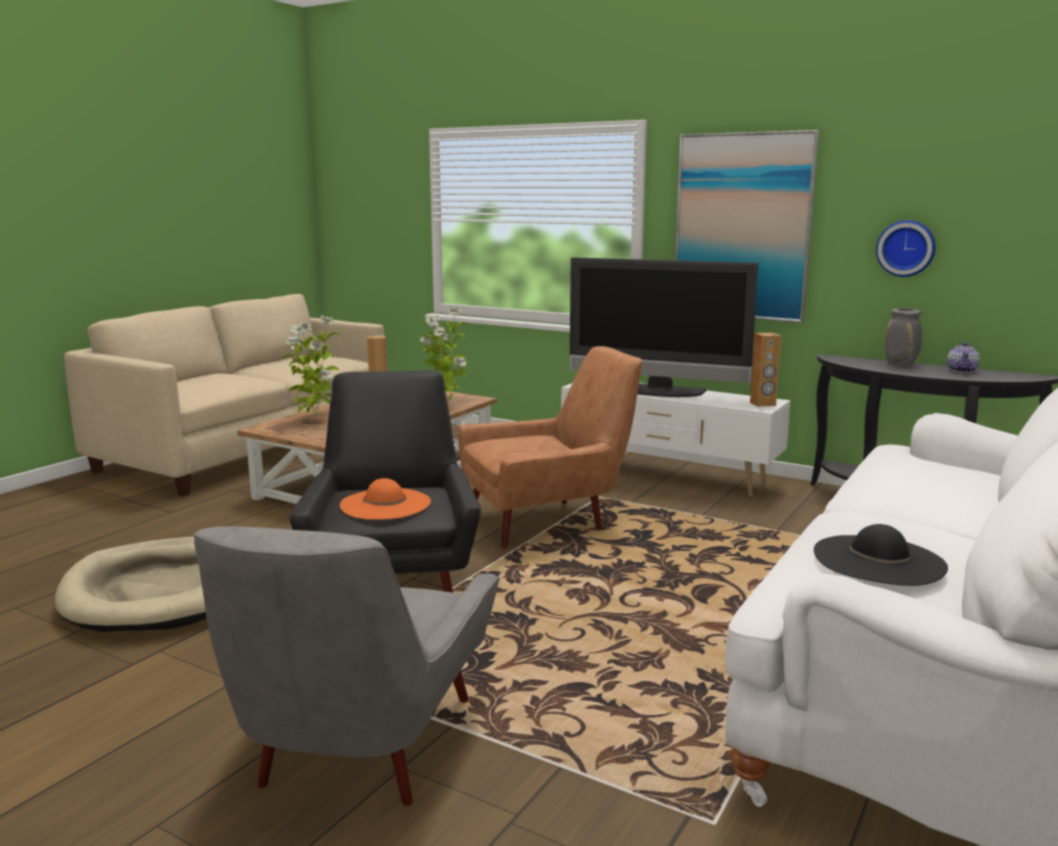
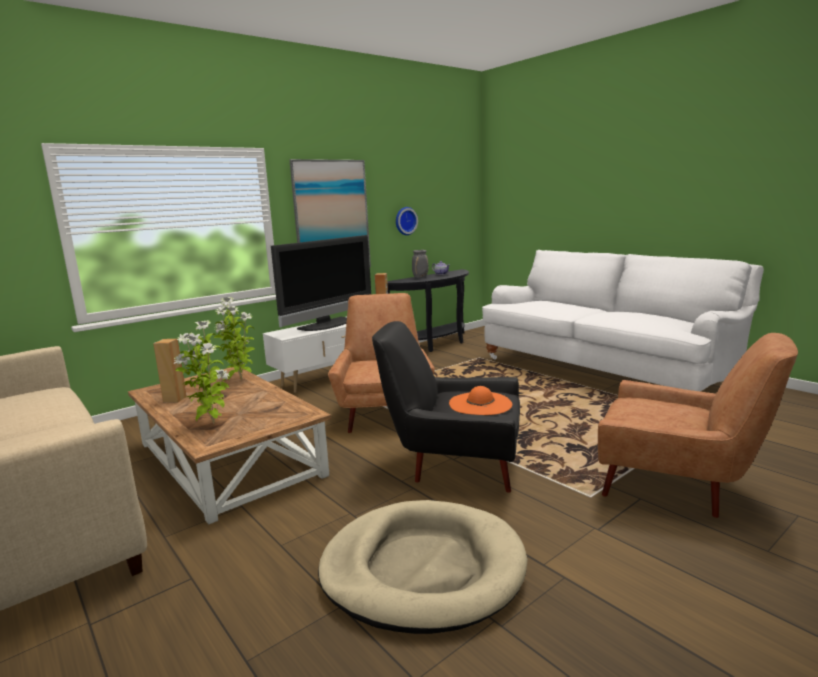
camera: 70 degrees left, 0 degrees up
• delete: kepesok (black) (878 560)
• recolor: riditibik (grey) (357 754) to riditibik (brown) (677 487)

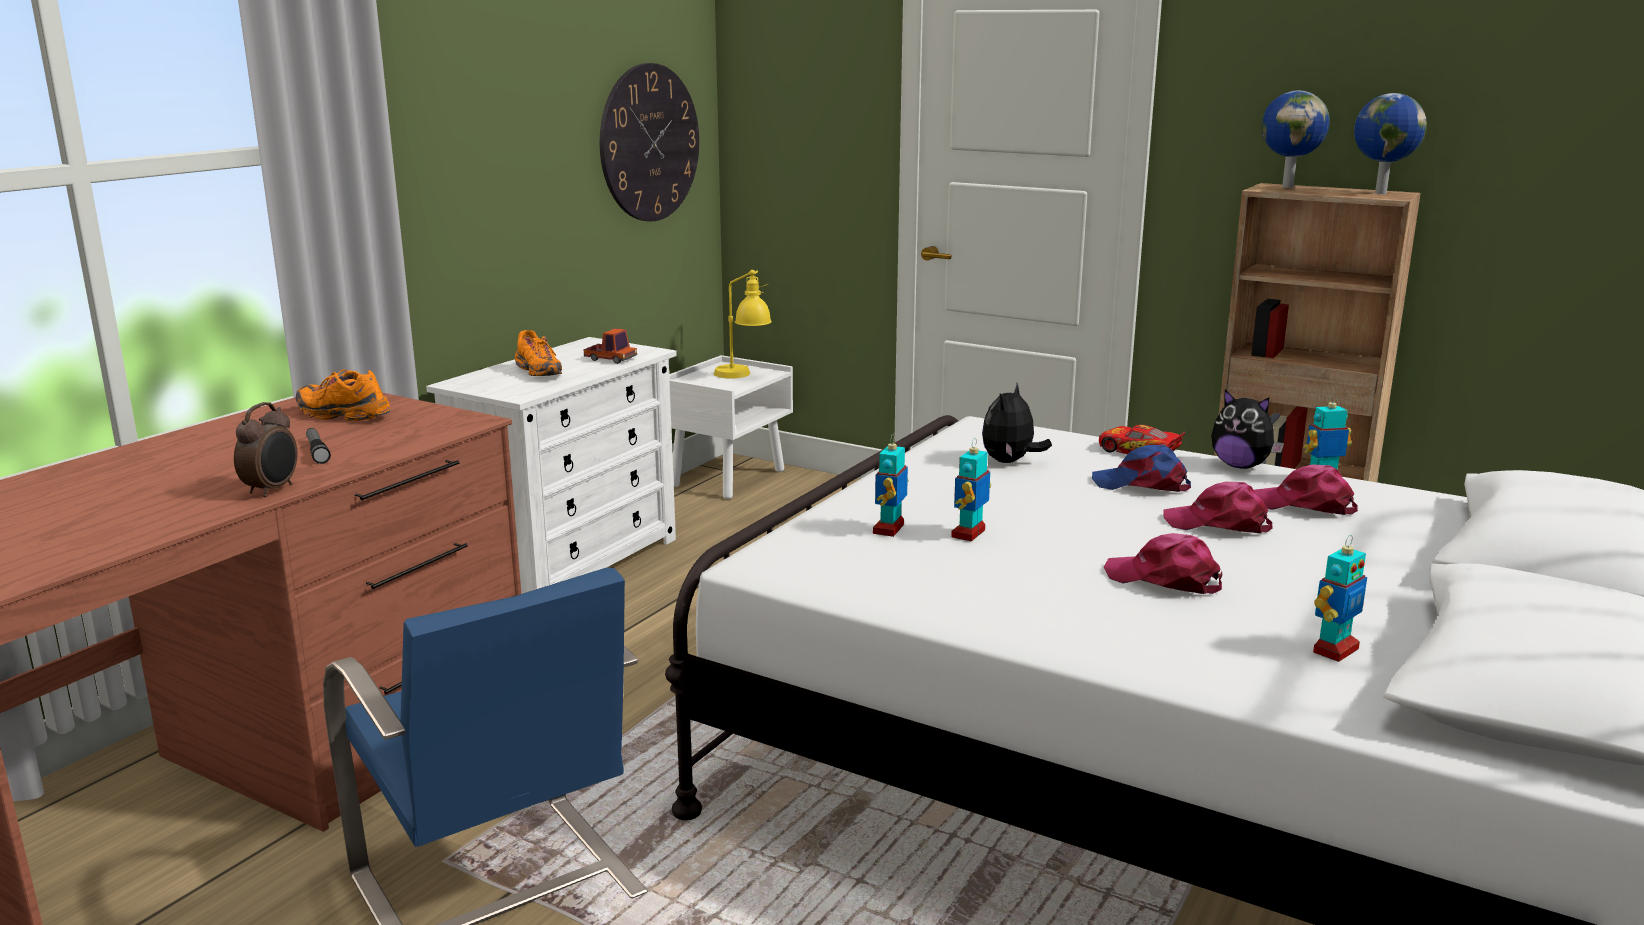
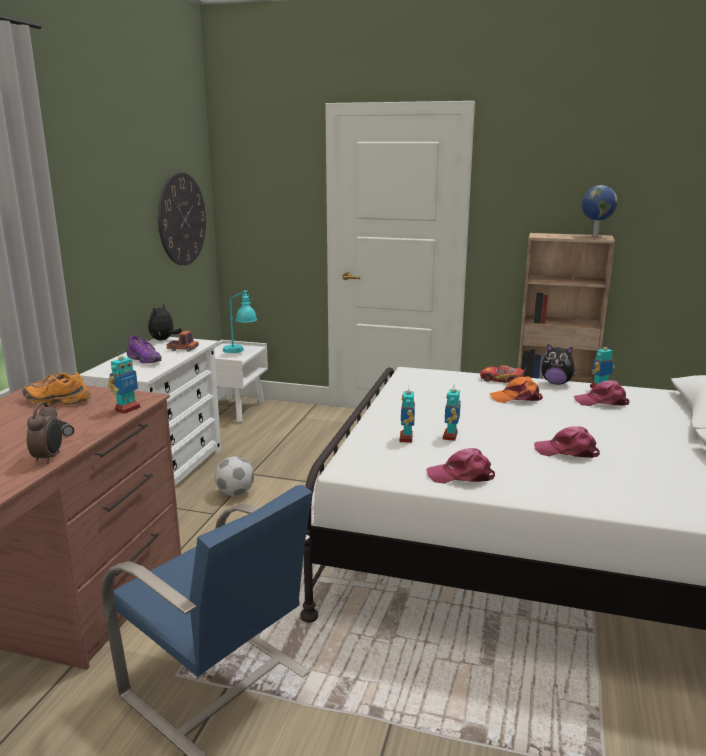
camera: 15 degrees left, 0 degrees up
• delete: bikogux (1287 187)
• recolor: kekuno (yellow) (743 376) to kekuno (turquoise) (241 351)
• recolor: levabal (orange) (539 372) to levabal (purple) (144 360)
• move: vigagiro (1010 462) to (163 340)
• recolor: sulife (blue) (1142 484) to sulife (orange) (516 398)
• move: sulife (pink) (1218 524) to (461 475)
• move: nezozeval (1334 650) to (127 409)
• insert: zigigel (235 493)

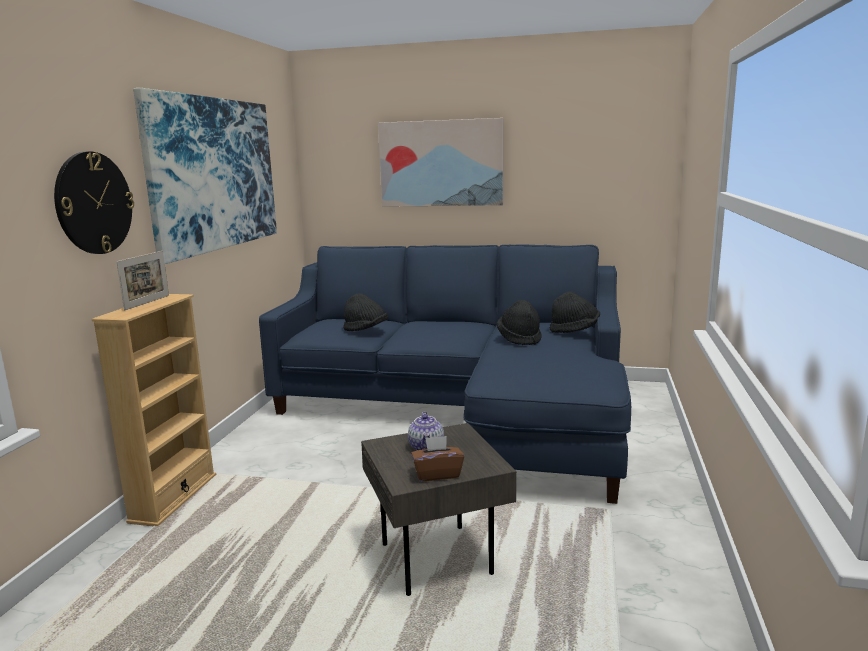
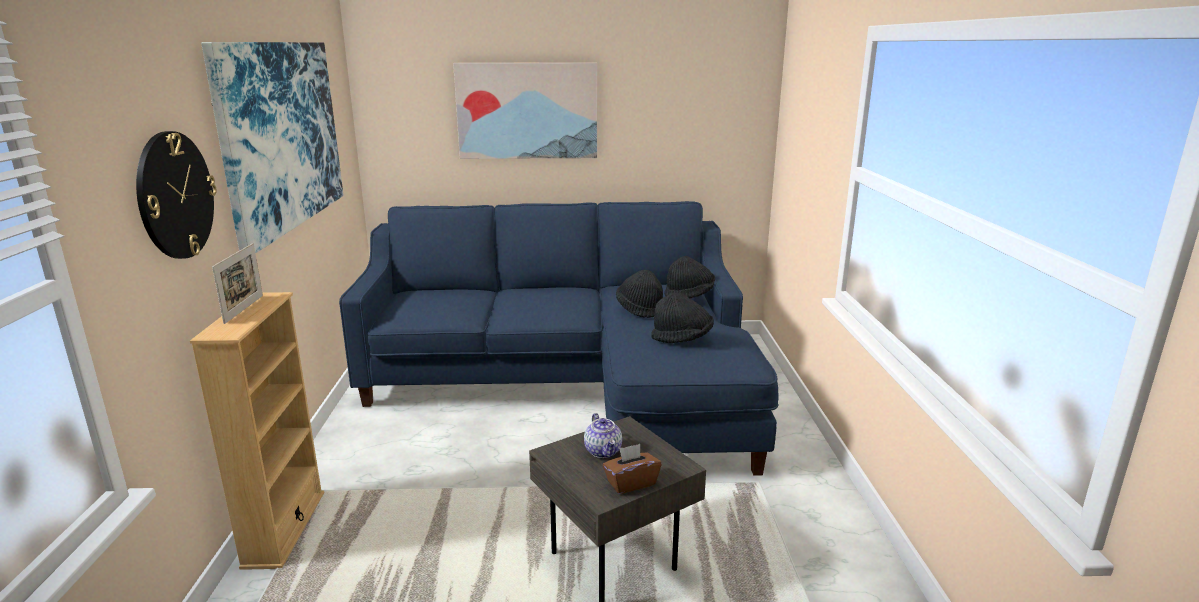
camera: 15 degrees left, 5 degrees up
• move: kepesok (black) (366 330) to (682 339)

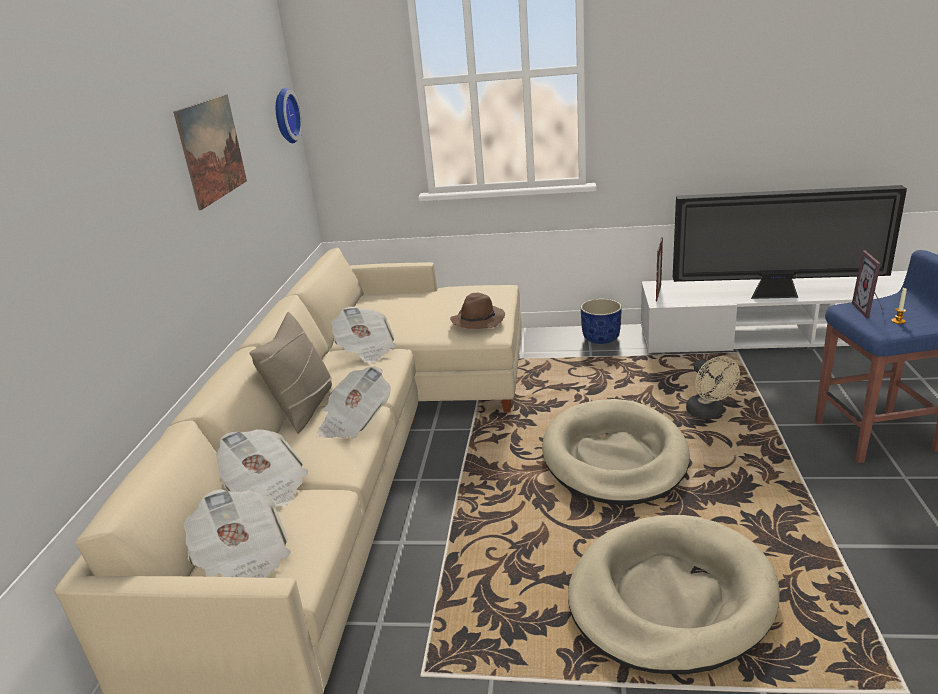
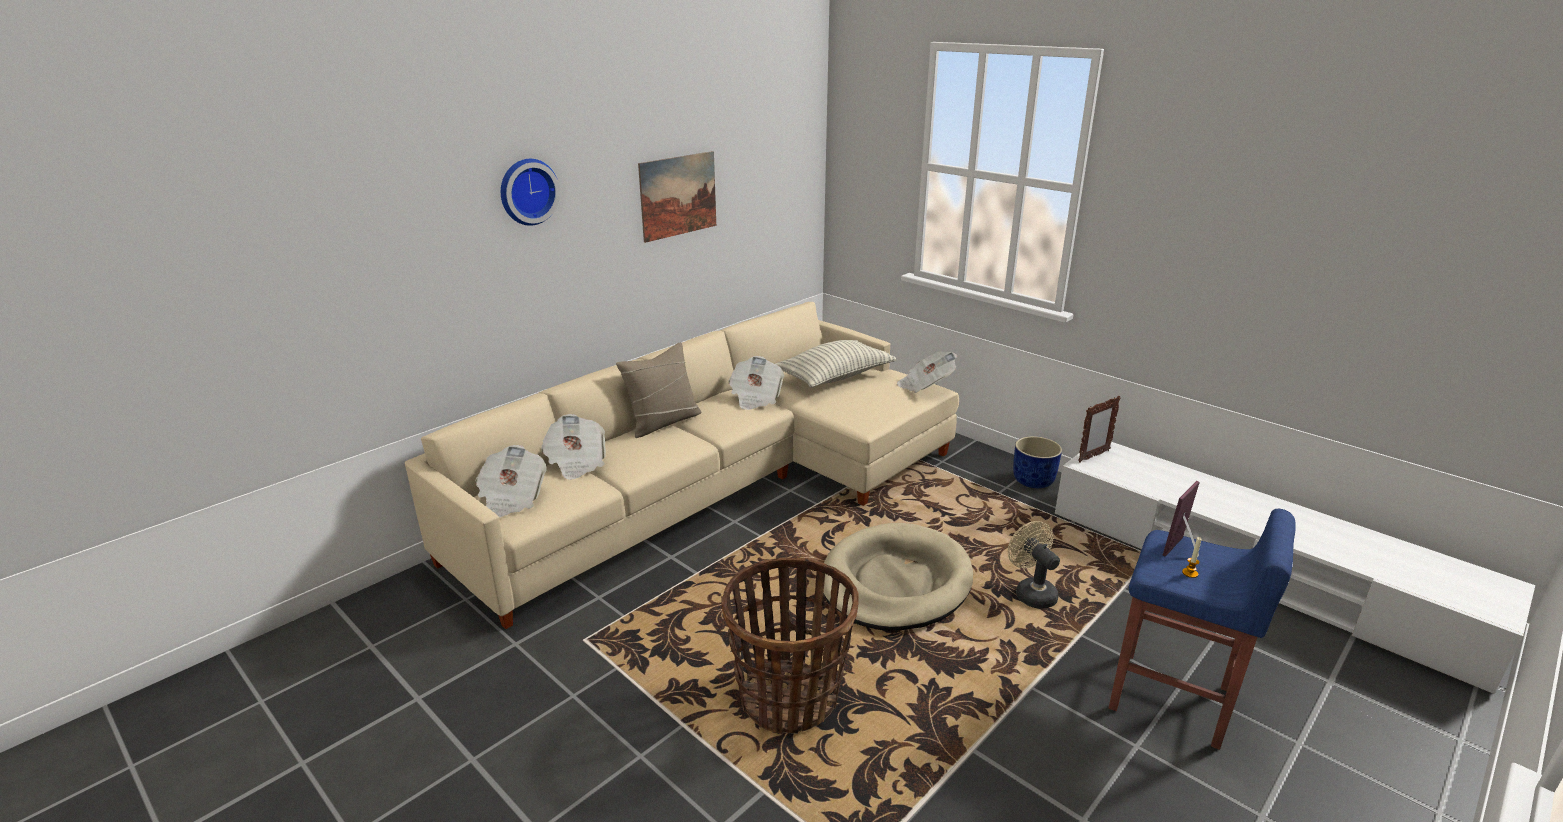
camera: 35 degrees right, 0 degrees up
• move: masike (284 116) to (527 191)
• delete: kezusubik (776 295)
• delete: kepesok (brown) (478 320)
• rotate: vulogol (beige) (708 413) = (1031 592) 135 degrees clockwise
• move: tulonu (355 421) to (925 385)
• replace: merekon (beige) (670 597) to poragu (789 698)
• insert: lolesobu (835 377)

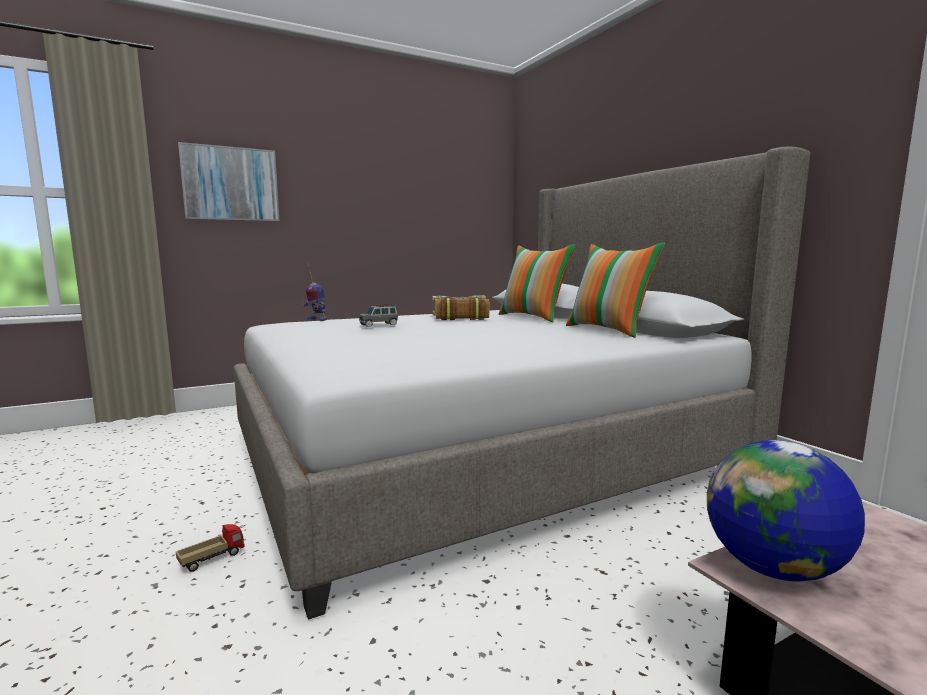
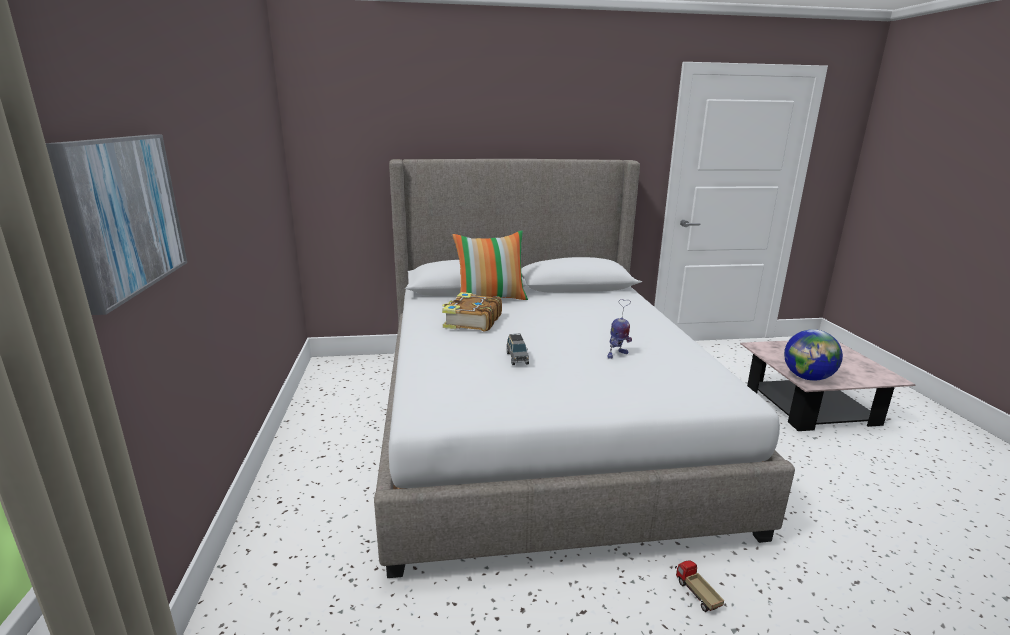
camera: 70 degrees left, 10 degrees up
• delete: lolesobu (609 330)
• move: nezozeval (316 320) to (616 355)

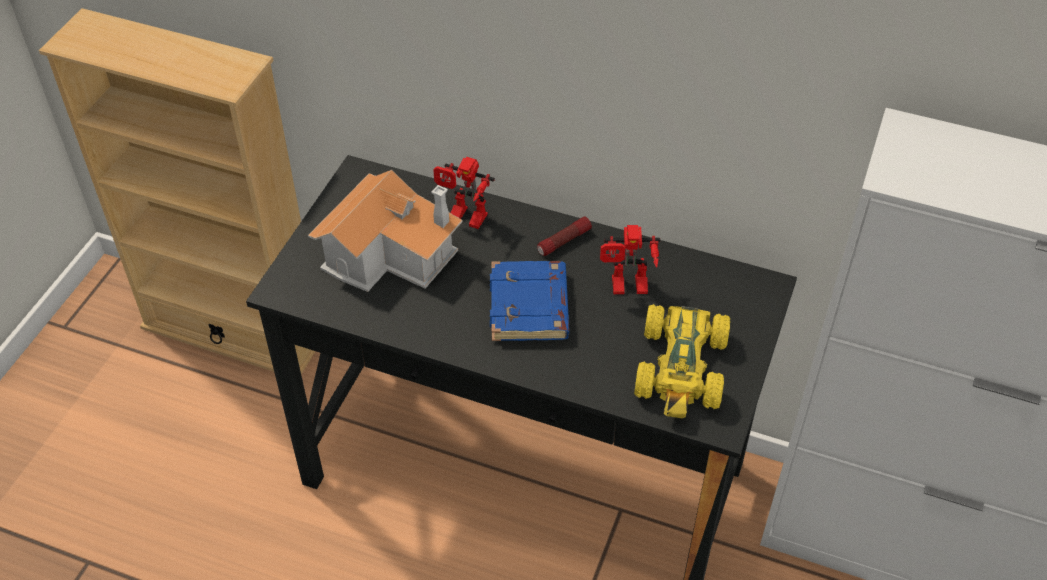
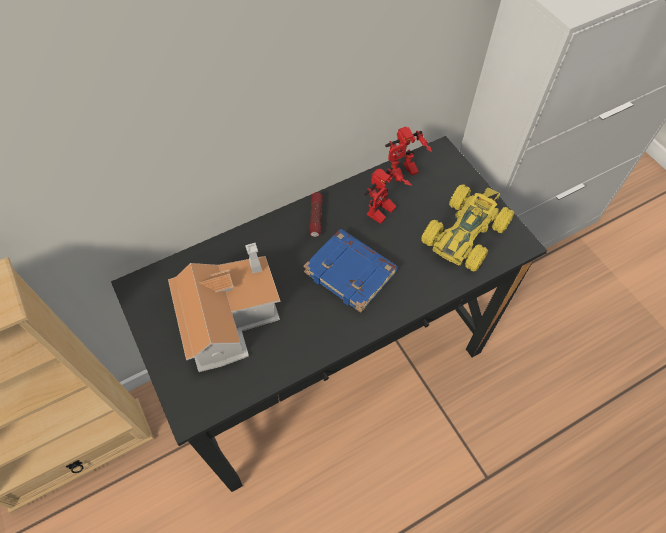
camera: 50 degrees left, 10 degrees up
• move: nezozeval (463 219) to (403 174)
• rotate: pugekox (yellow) (681 368) = (465 232) 105 degrees counterclockwise

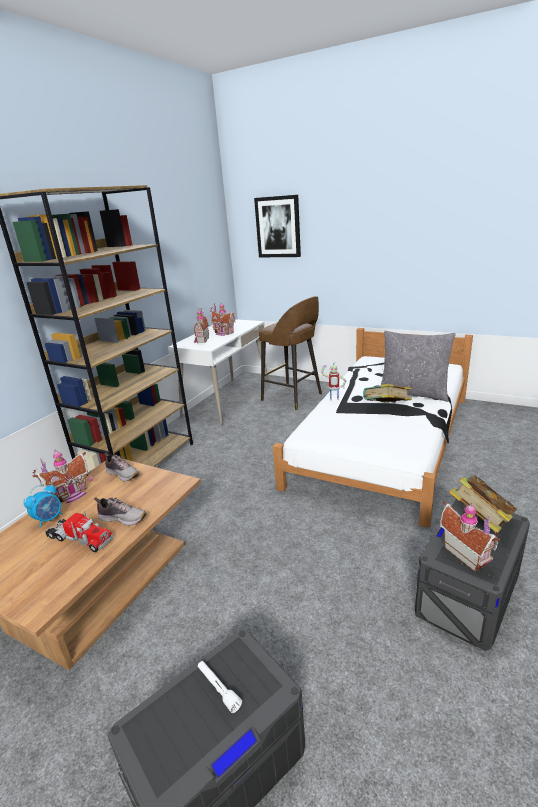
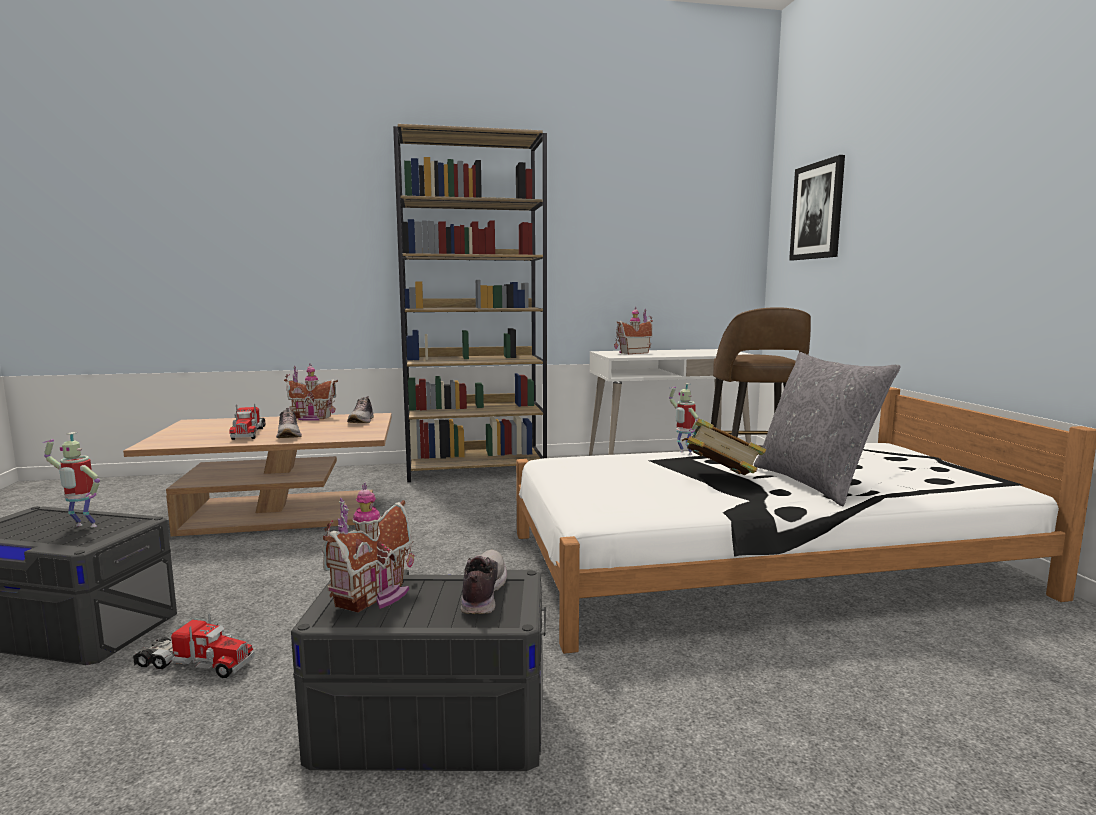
camera: 50 degrees right, 15 degrees down
• delete: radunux (223 333)
• replace: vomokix (480 520) to levabal (481 593)
• delete: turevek (49 519)
• replace: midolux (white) (218 688) to nezozeval (82 527)
• insert: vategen (194 664)

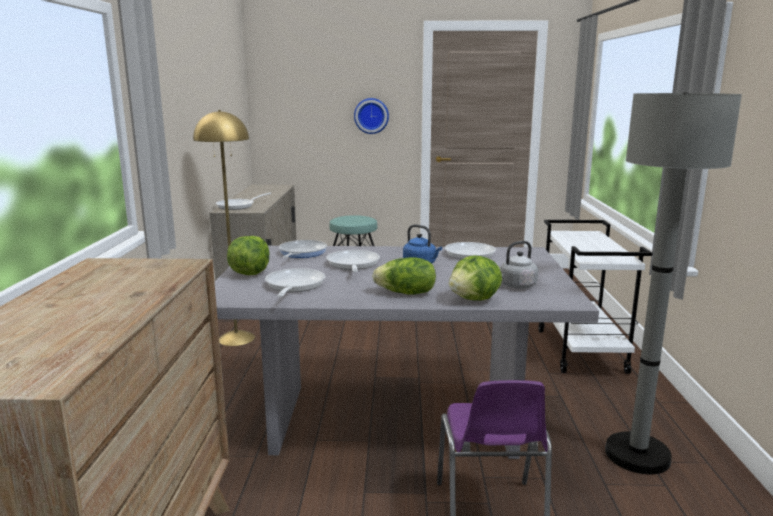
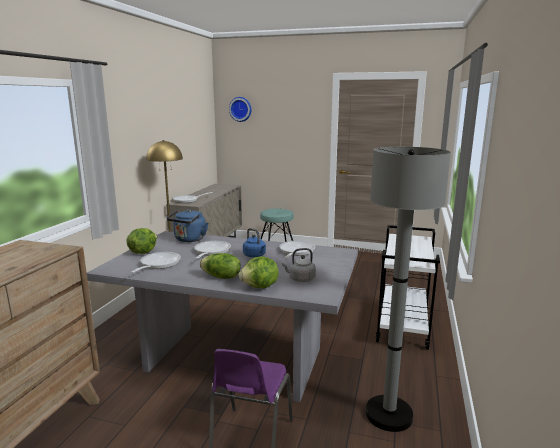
camera: 15 degrees right, 0 degrees up
• move: masike (371 116) to (240 109)
• replace: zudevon (301 253) to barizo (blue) (189 239)

